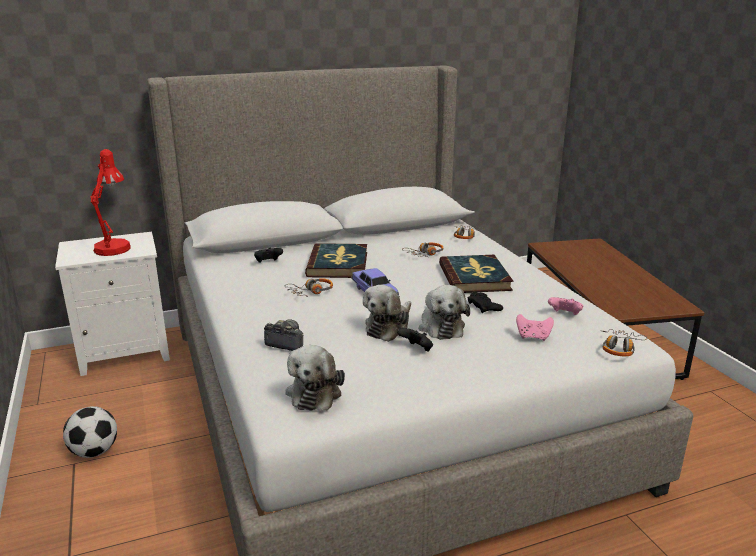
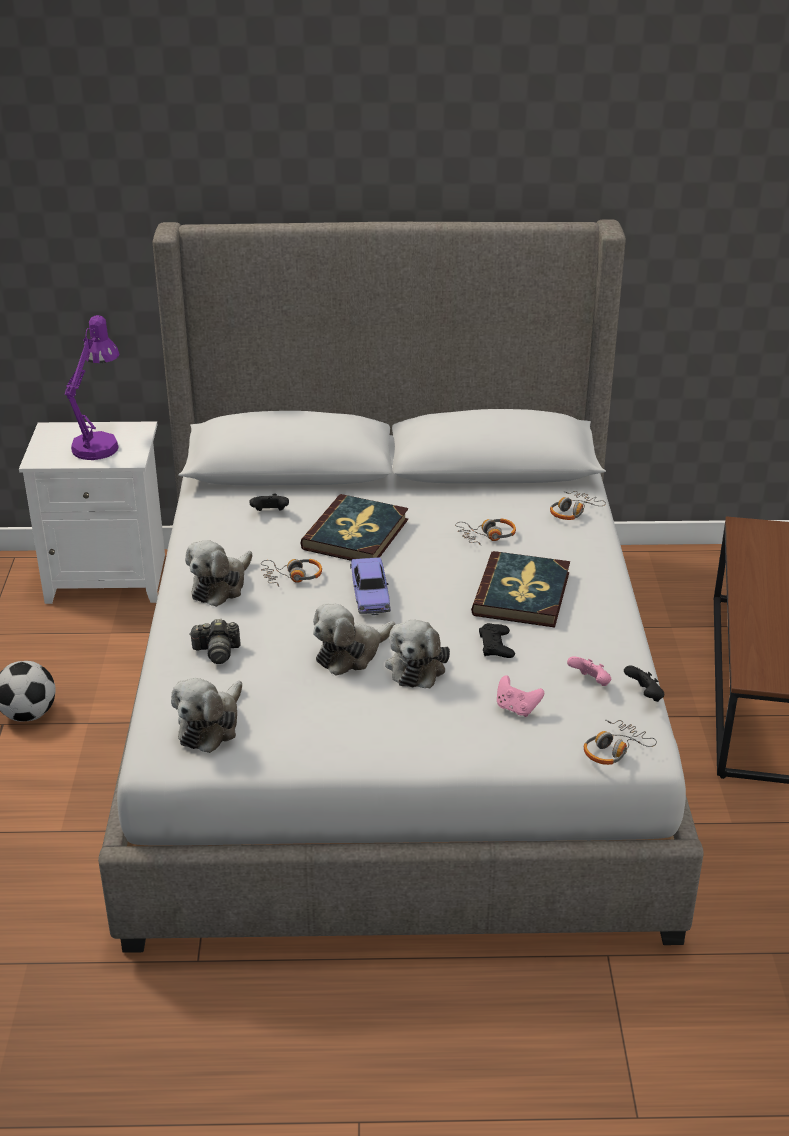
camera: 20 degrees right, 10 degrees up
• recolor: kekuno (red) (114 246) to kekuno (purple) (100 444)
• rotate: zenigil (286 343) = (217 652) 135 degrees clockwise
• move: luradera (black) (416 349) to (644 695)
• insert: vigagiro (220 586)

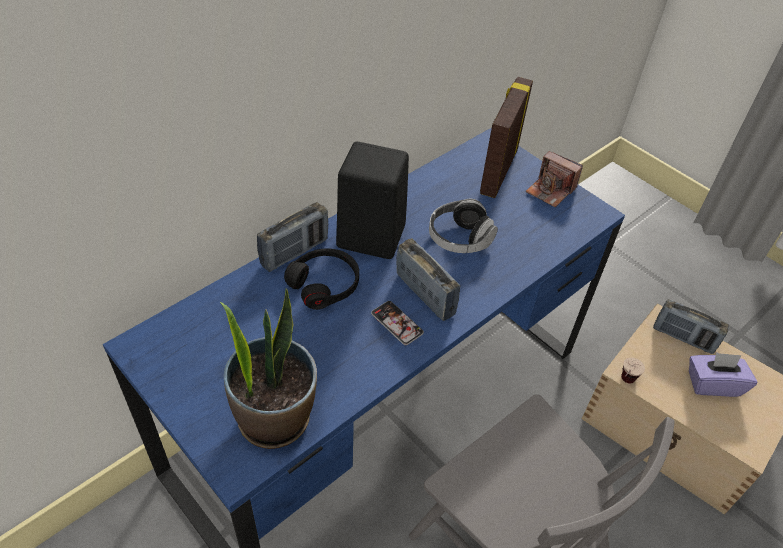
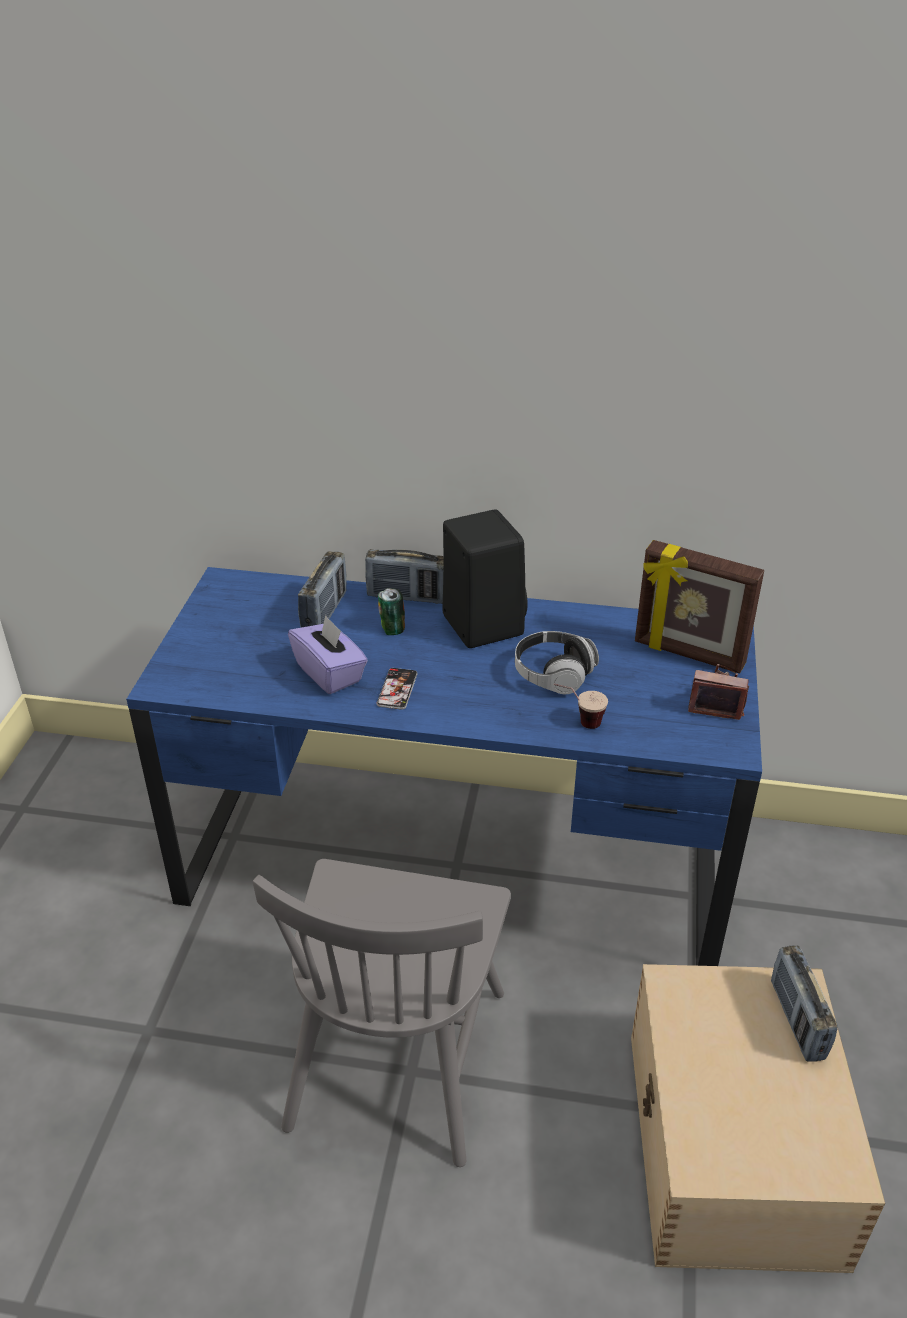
camera: 55 degrees right, 10 degrees down
• rotate: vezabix (497 171) = (688 654) 135 degrees counterclockwise
• rotate: zenigil (550 190) = (716 701) 105 degrees clockwise
• move: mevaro (425 294) to (325 613)
• replace: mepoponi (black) (324 284) to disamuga (392 630)
• delete: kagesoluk (274 417)
• move: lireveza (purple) (713 384) to (330 673)
• move: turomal (624 383) to (578 722)

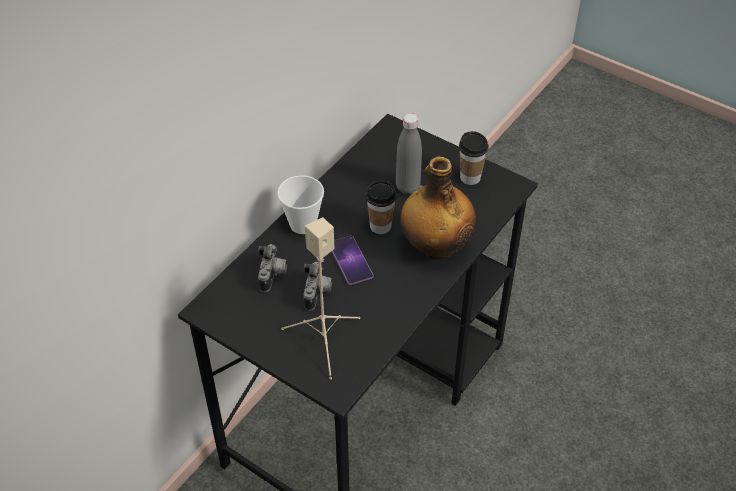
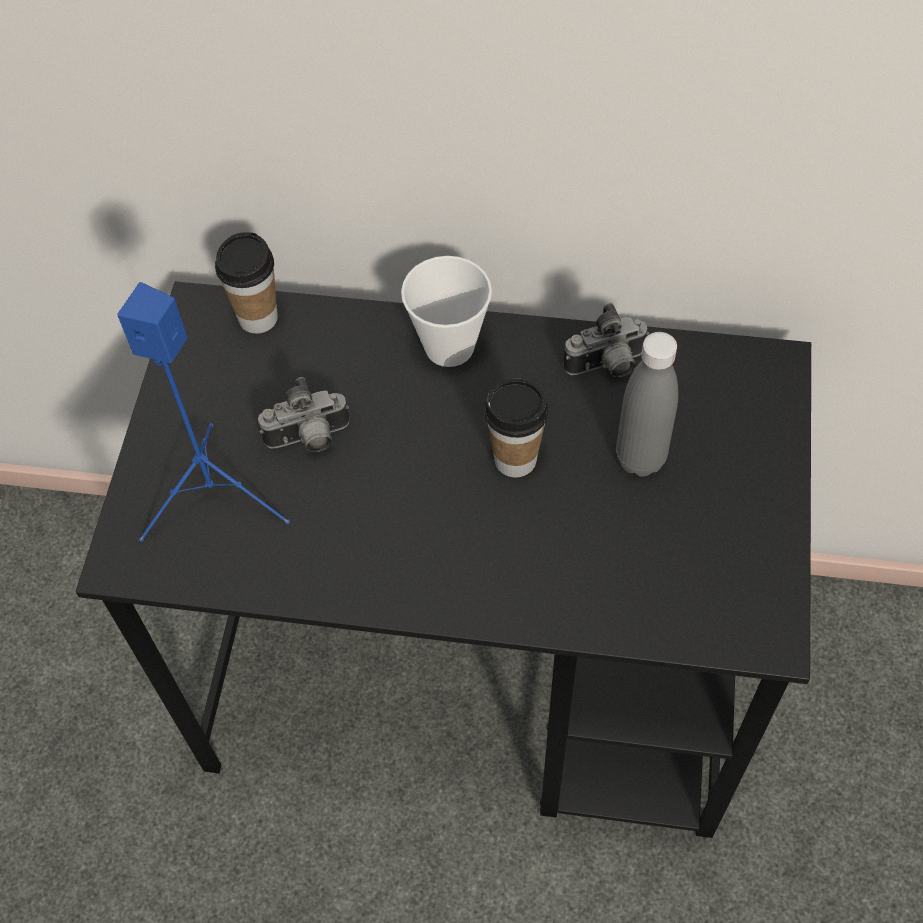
camera: 65 degrees right, 10 degrees up
• move: turomal (470 178) to (258 318)
• delete: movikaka (436 247)
• recolor: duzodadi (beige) (324 342) to duzodadi (blue) (212 496)
• delete: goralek (350 260)
• move: zenigil (273 275) to (607 366)

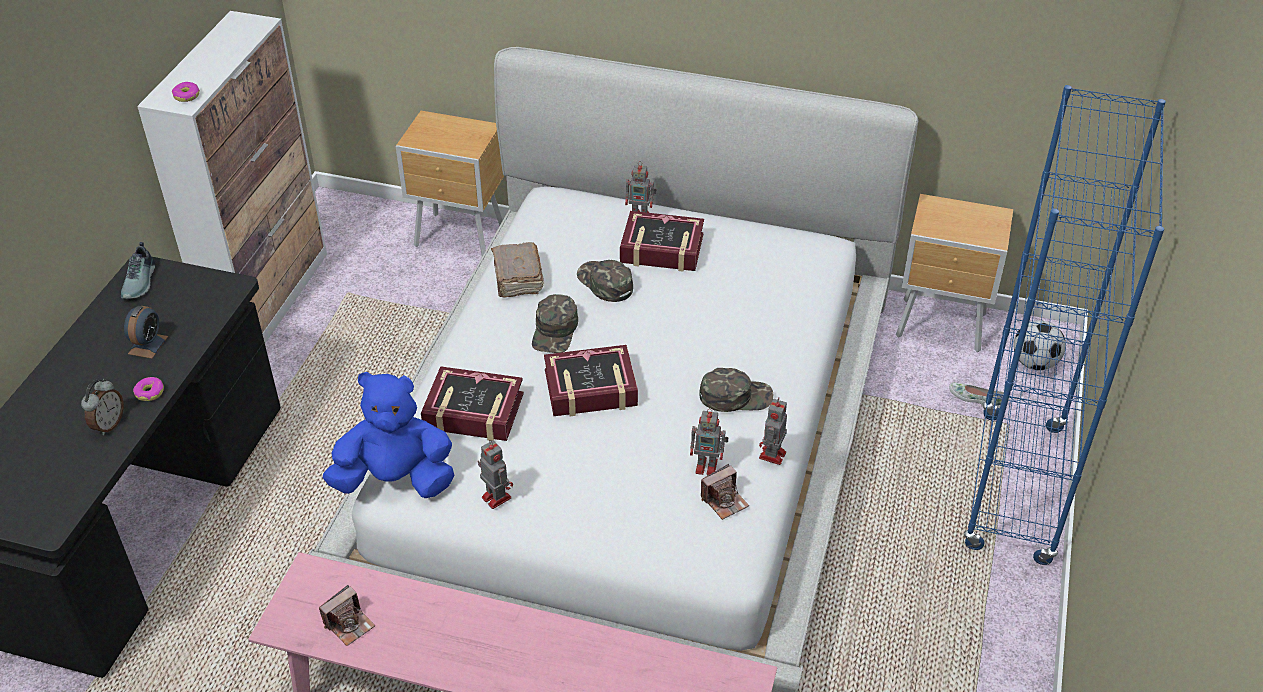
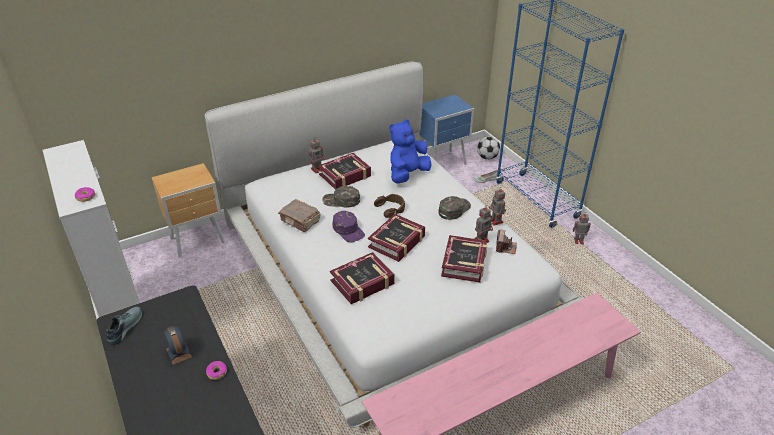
camera: 45 degrees left, 5 degrees down
• recolor: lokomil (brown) (943 327) to lokomil (blue) (443 163)
• rotate: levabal (141 281) = (124 328) 120 degrees counterclockwise
• recolor: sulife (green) (555 331) to sulife (purple) (348 230)
• move: vigagiro (blue) (396 480) to (407 174)
• delete: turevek (108 424)
• move: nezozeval (495 496) to (577 241)
• delete: zenigil (349 624)
• insert: mepoponi (brown) (391 208)
• insert: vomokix (464 263)

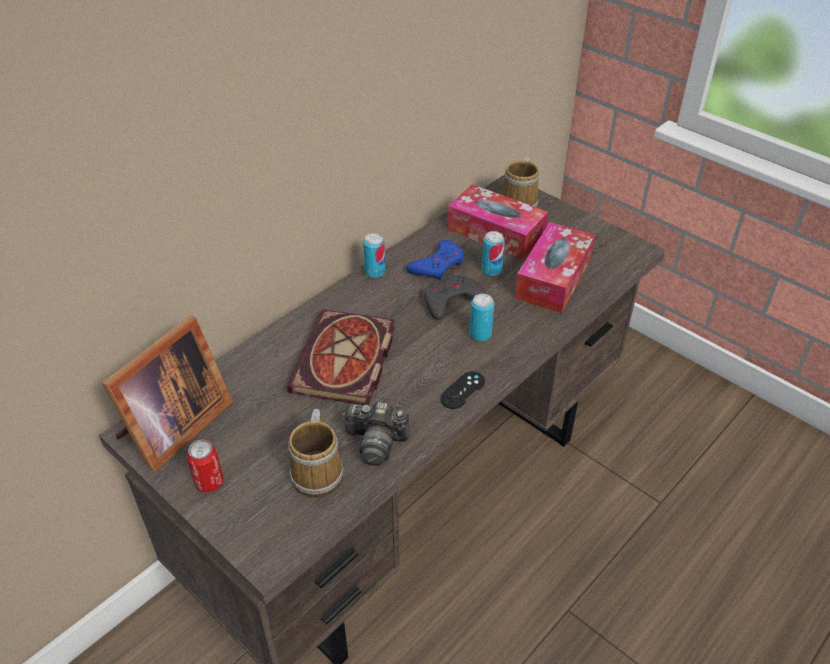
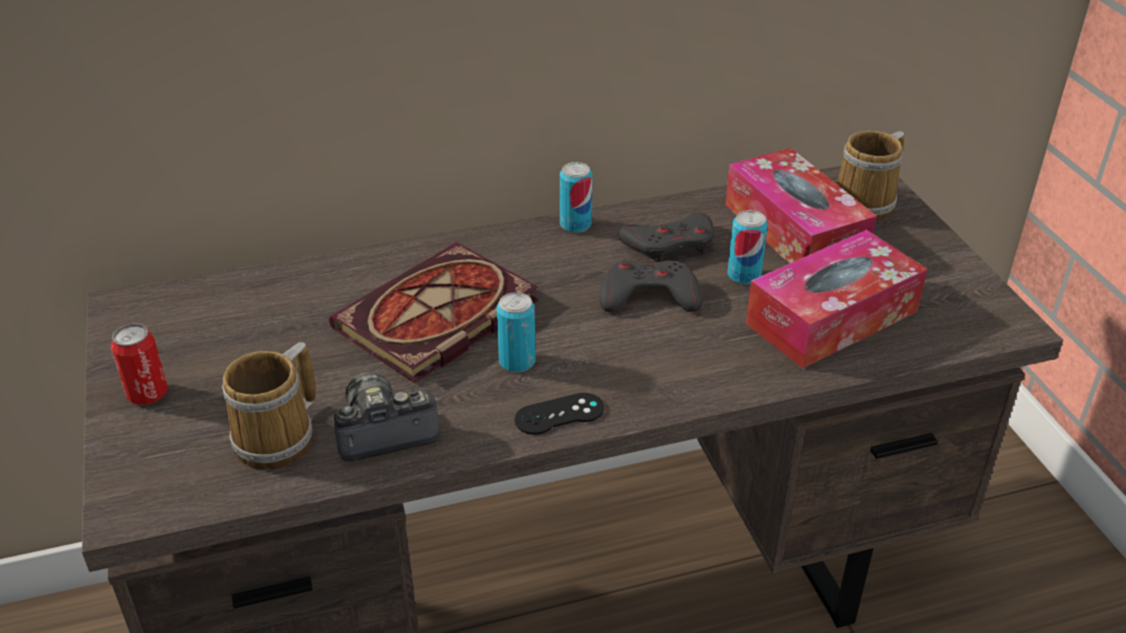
camera: 30 degrees right, 5 degrees down
• recolor: luradera (blue) (437 265) to luradera (grey) (670 244)
• move: disamuga (480 334) to (517 362)
• delete: vezabix (172 428)
• rotate: zenigil (376 442) = (383 432) 120 degrees clockwise

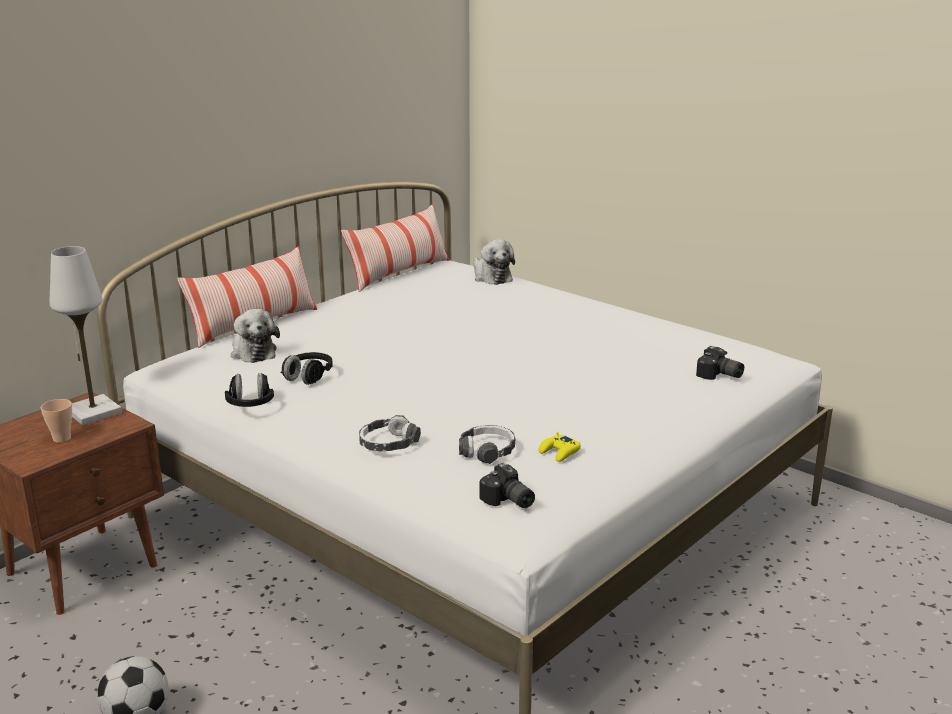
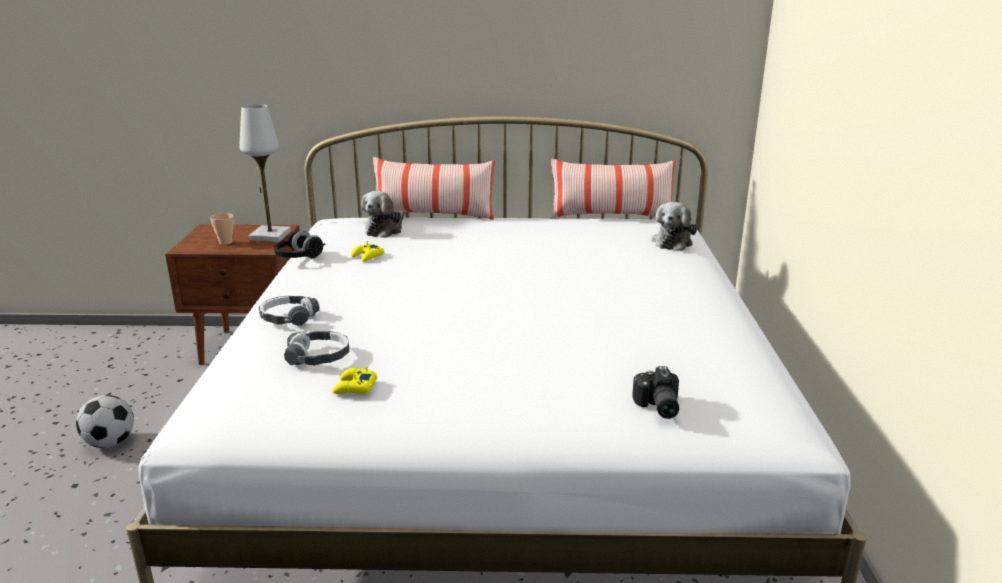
camera: 50 degrees right, 0 degrees up
• replace: mepoponi (black) (308 377) to luradera (yellow) (367 256)
• delete: zenigil (508 501)

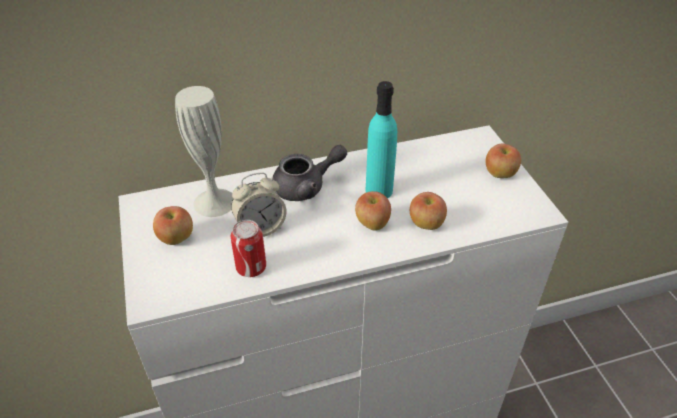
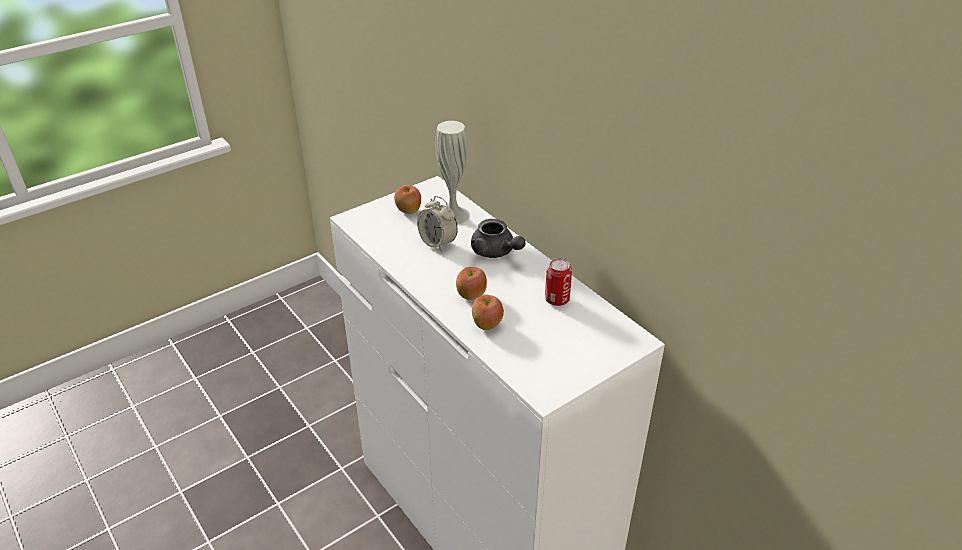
camera: 70 degrees right, 5 degrees down
• delete: movikaka (turquoise) (379 190)
• delete: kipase (500 174)
• move: disamuga (251 267) to (557 299)

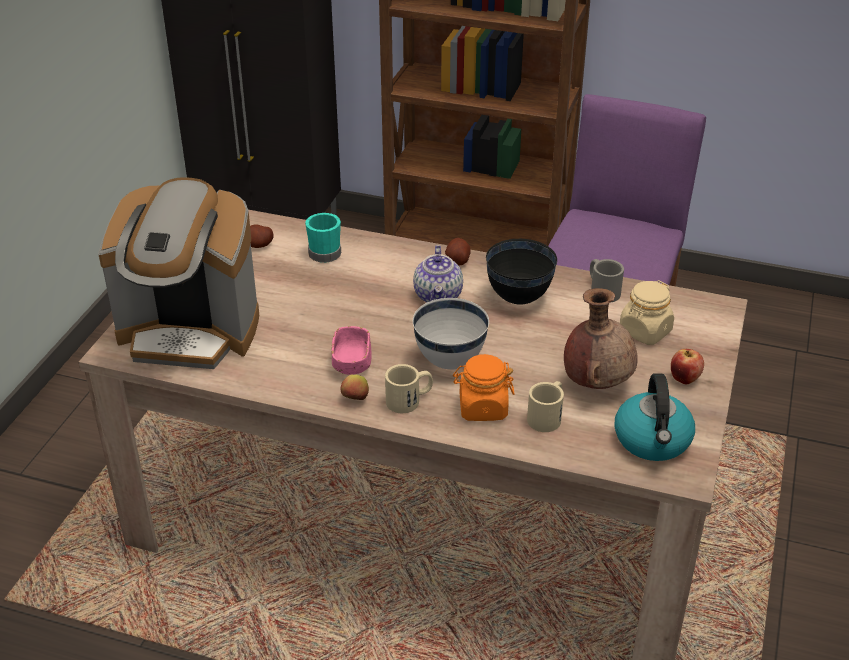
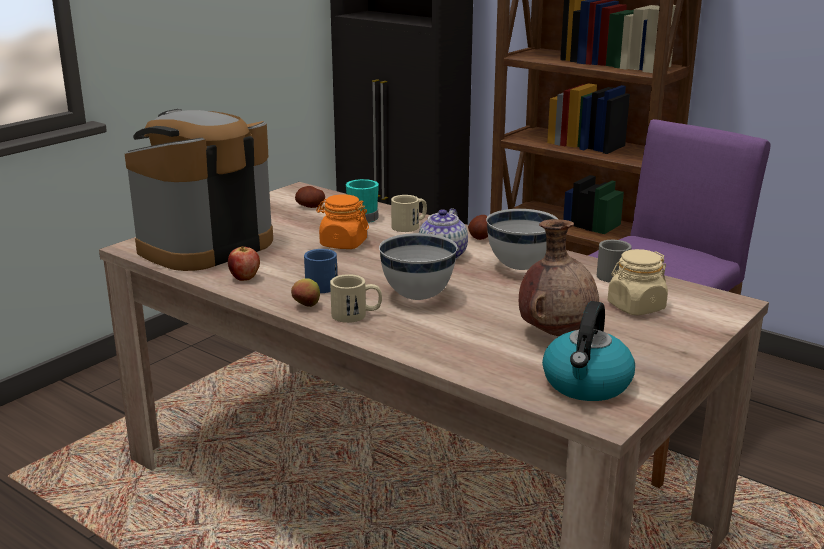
camera: 20 degrees right, 15 degrees down
• rotate: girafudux (190 332) = (204 246) 105 degrees clockwise
• recolor: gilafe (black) (518 298) to gilafe (white) (520 267)
• replace: gilafe (pink) (351 363) to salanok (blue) (324 284)
• move: kipase (684 379) to (244 278)
• move: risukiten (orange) (482 408) to (343 244)
• move: salanok (beige) (547 416) to (410 226)

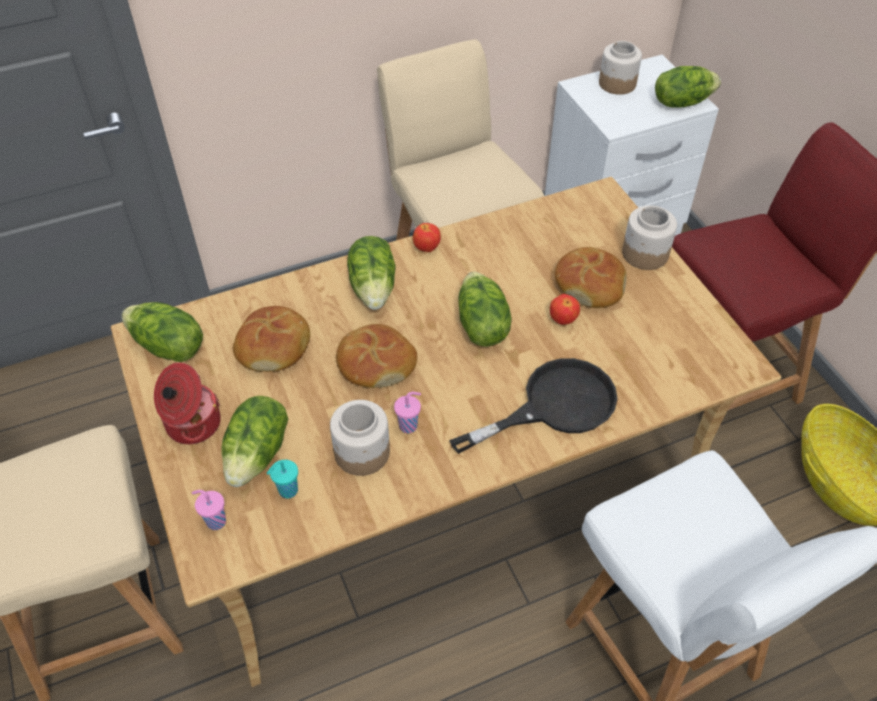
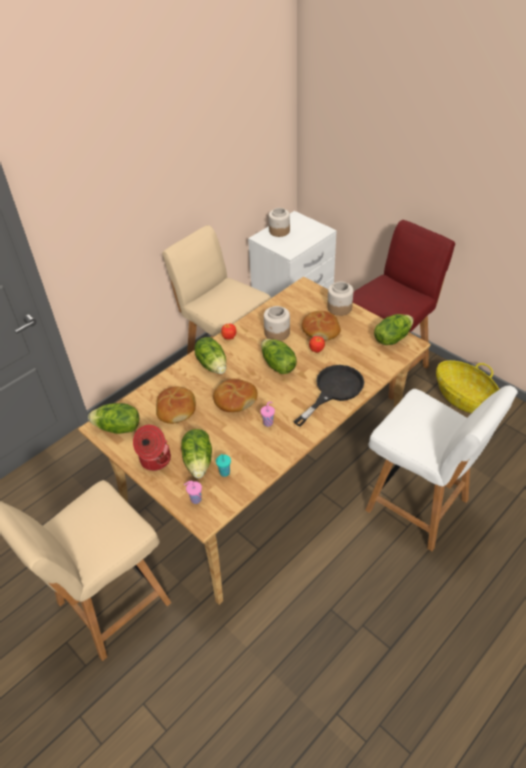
camera: 20 degrees left, 5 degrees down
• move: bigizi (681 102) to (392 338)
• move: risukiten (362 453) to (277 333)

